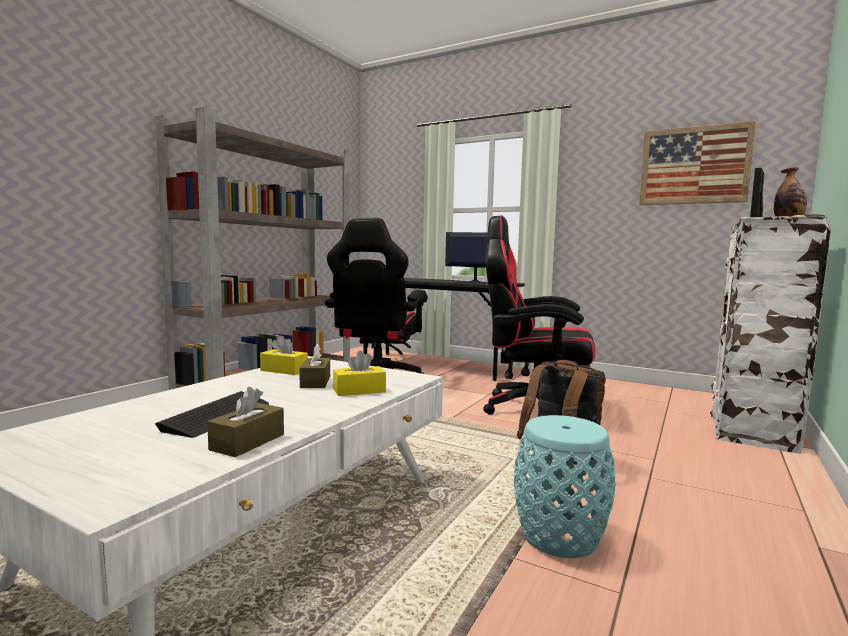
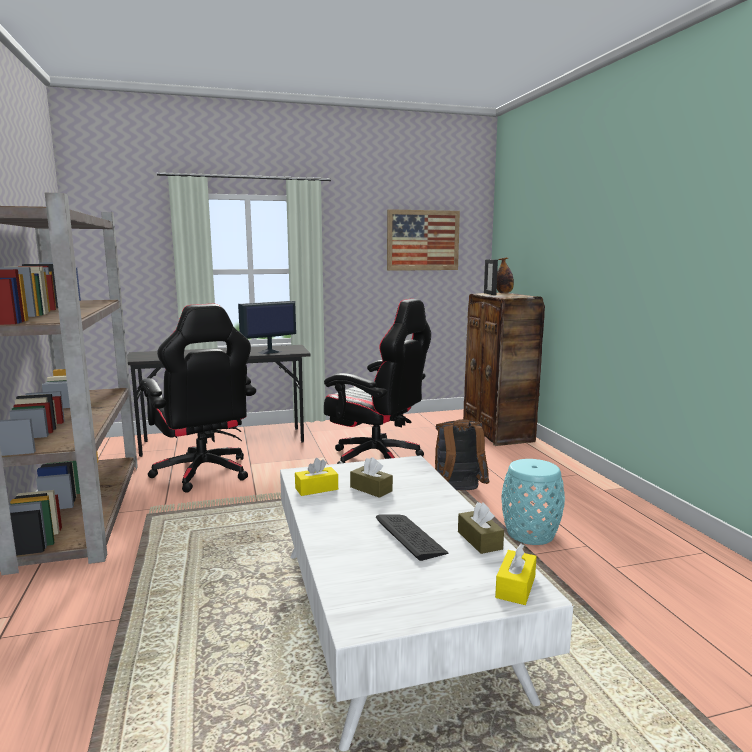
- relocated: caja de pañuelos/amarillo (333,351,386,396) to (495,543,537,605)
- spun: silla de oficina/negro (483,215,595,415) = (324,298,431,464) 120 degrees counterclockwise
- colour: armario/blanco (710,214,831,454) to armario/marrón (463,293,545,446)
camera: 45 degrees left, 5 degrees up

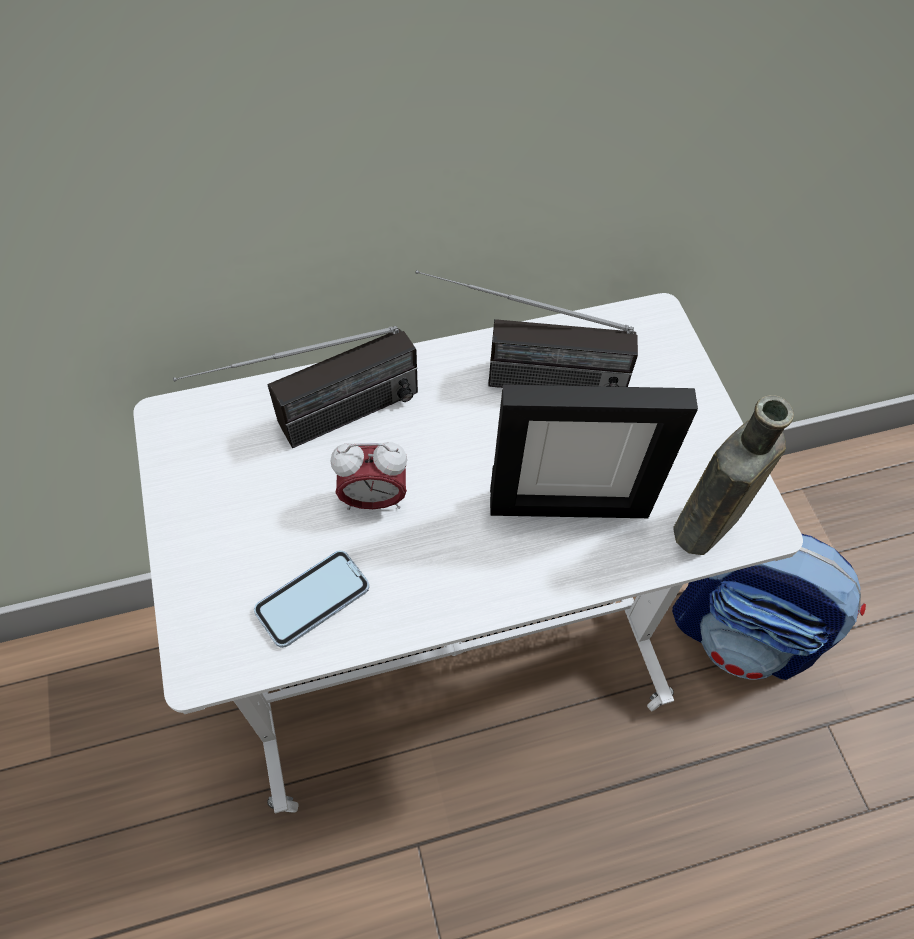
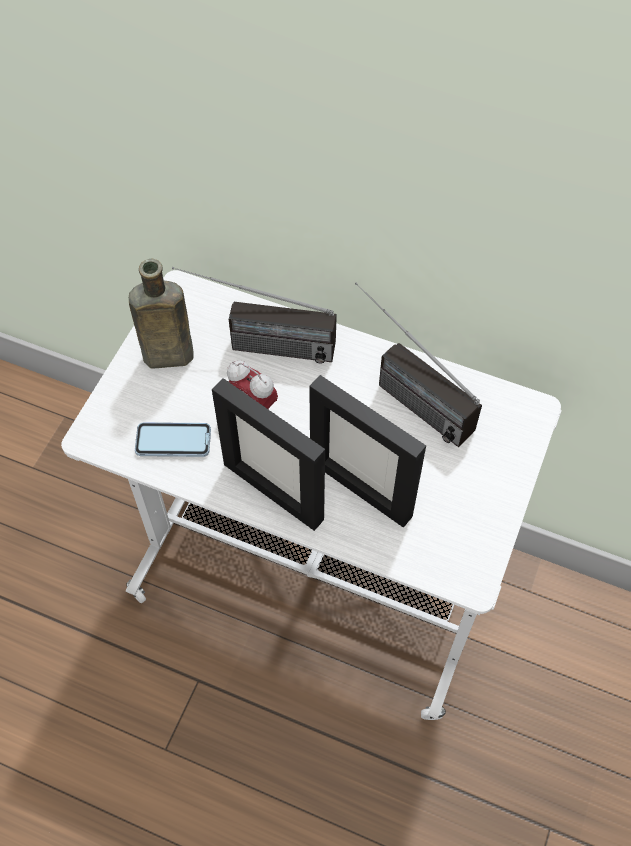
- missing: mochila (672,534,866,680)
- relocated: botella/marrón (673,395,794,555) to (129,259,194,369)
- appeared: portarretratos (212,378,325,531)
camera: 40 degrees right, 0 degrees up

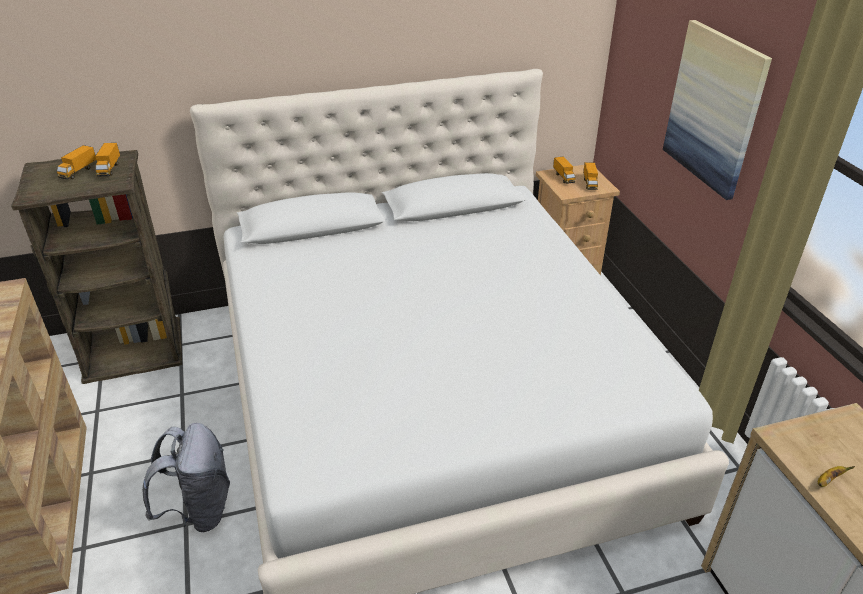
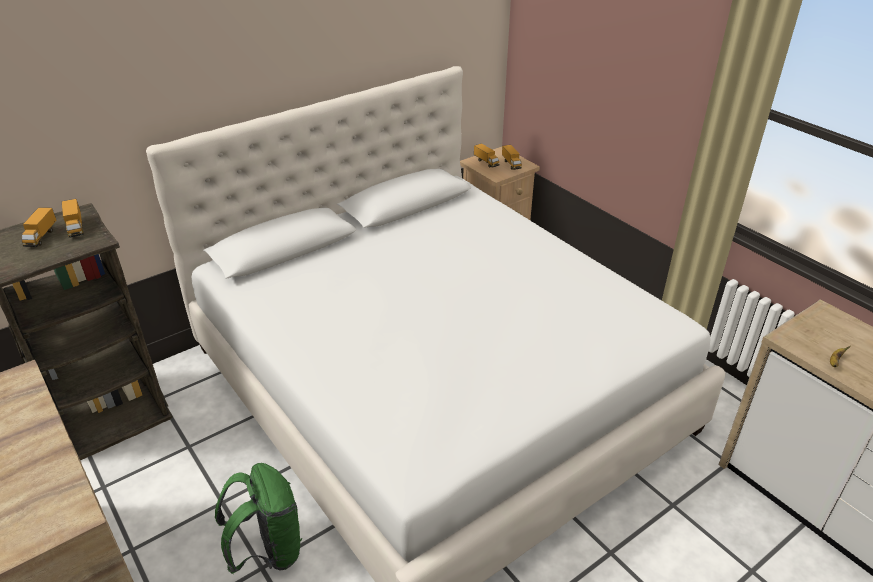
- colour: mochila/gris (142,423,230,532) to mochila/verde (215,463,302,574)
- missing: cuadro (663,20,772,200)
camera: 20 degrees left, 0 degrees up

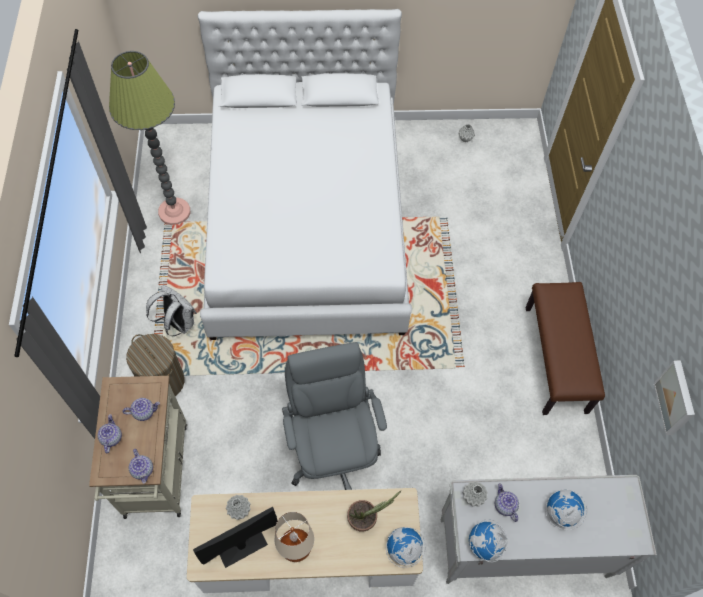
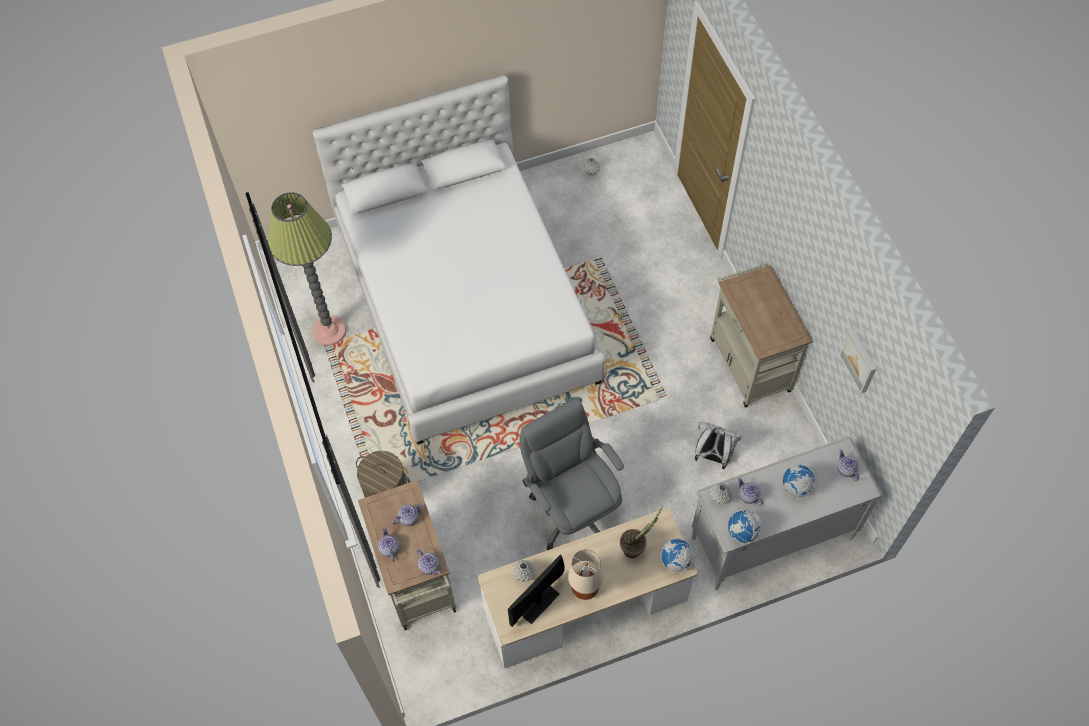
- relocated: mochila/blanco (146,285,197,336) to (695,422,741,469)
- exchanged: banco/marrón (525,282,605,415) to carrito/beis (710,263,813,407)
- appeared: tetera (837,449,859,481)
camera: 15 degrees left, 0 degrees up

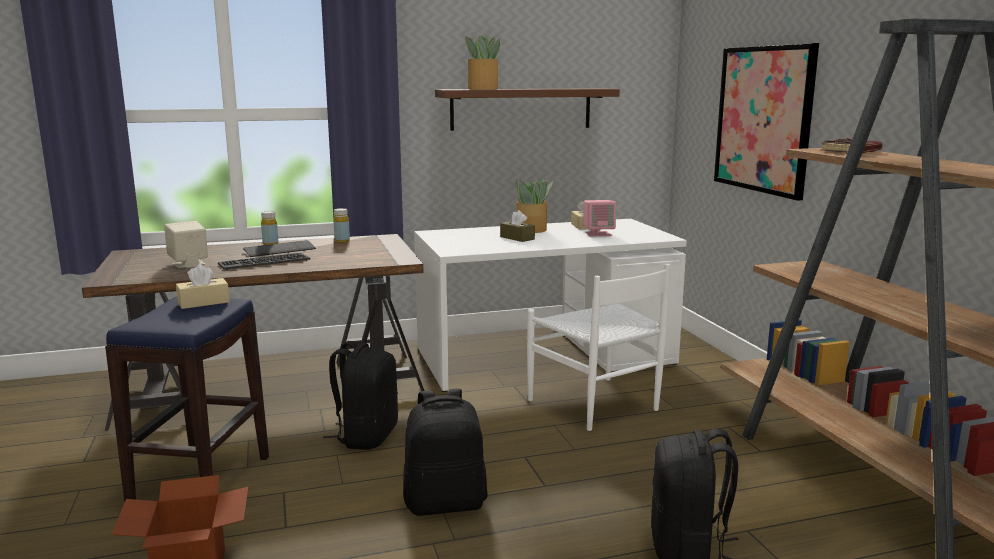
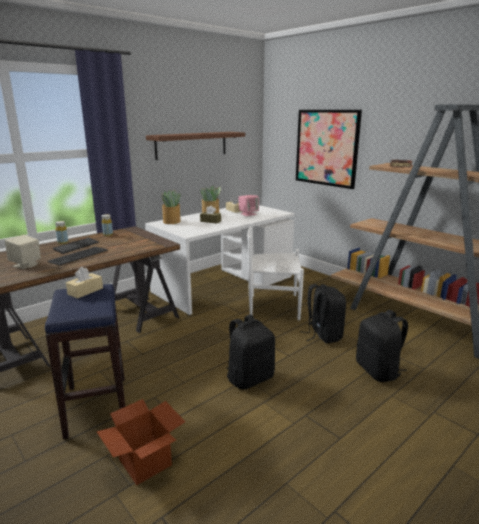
- relocated: mochila/negro (323,341,398,450) to (300,284,346,343)
- relocated: planta en maceta (465,36,500,90) to (162,190,181,224)
- spun: silla/blanco (527,264,670,431) = (247,223,304,320) 150 degrees clockwise
camera: 25 degrees left, 5 degrees up

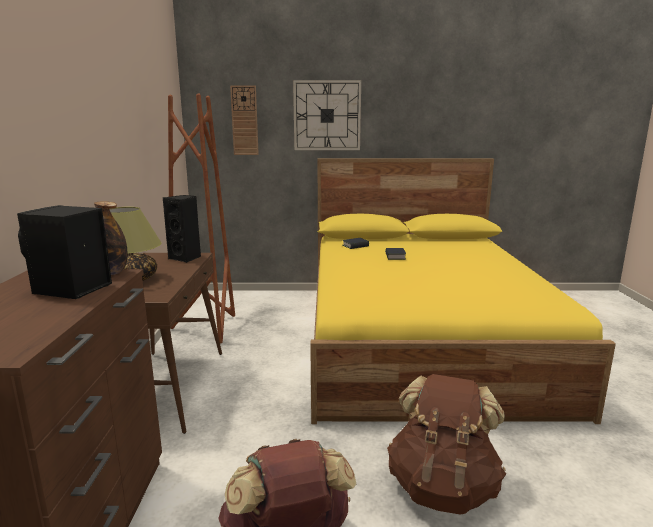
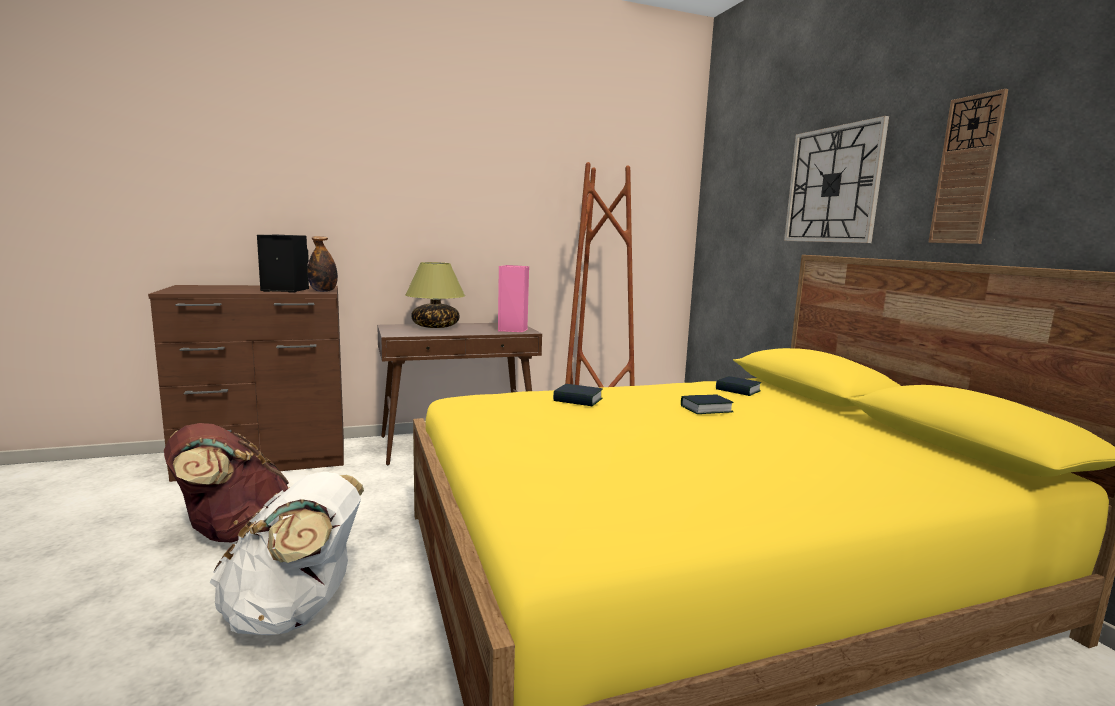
- colour: altavoz/negro (163,195,201,263) to altavoz/rosa (498,265,529,332)
- relocated: reloj de pared (230,85,259,155) to (928,89,1008,244)
- colour: mochila/marrón (387,374,506,515) to mochila/blanco (210,472,364,635)
- appeared: libro (553,384,603,406)
camera: 70 degrees right, 5 degrees down

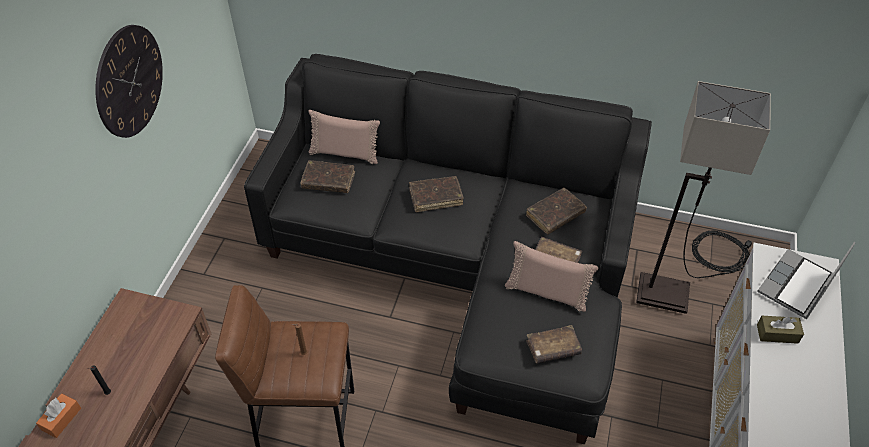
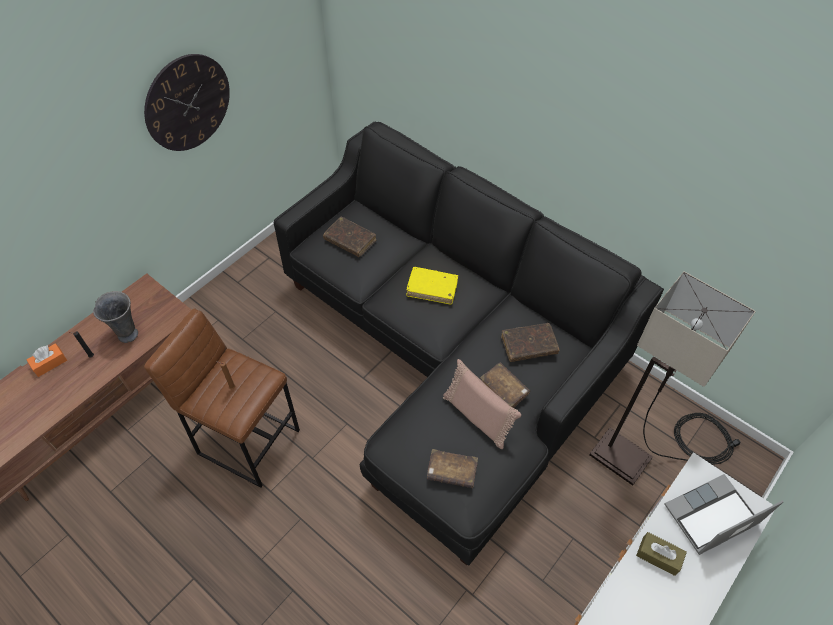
- missing: cojín/beis (308,110,380,164)
- colour: libro/marrón (409,176,464,212) to libro/amarillo (406,267,458,304)
- appeared: florero/gris (93,291,138,343)
camera: 25 degrees right, 5 degrees up

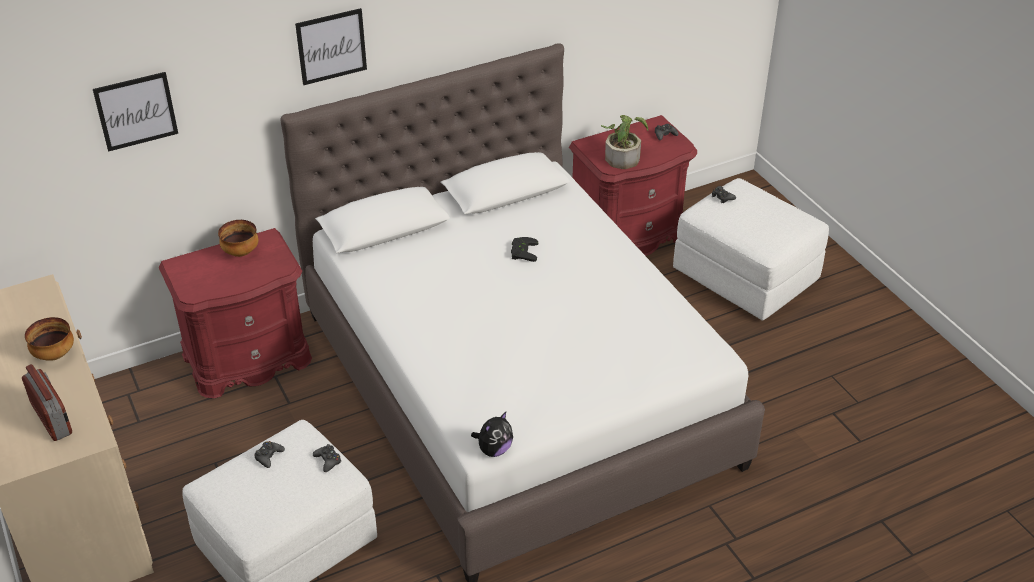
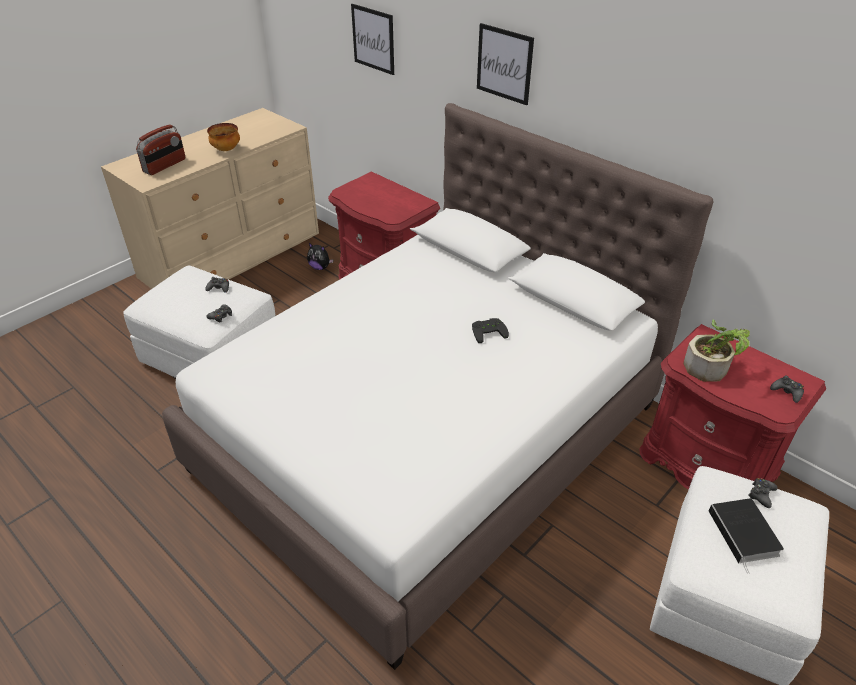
- missing: cuenco (218,220,258,257)
- relocated: peluche (471,412,513,457) to (307,243,334,270)
- appeared: libro (709,498,784,574)
camera: 70 degrees right, 0 degrees up

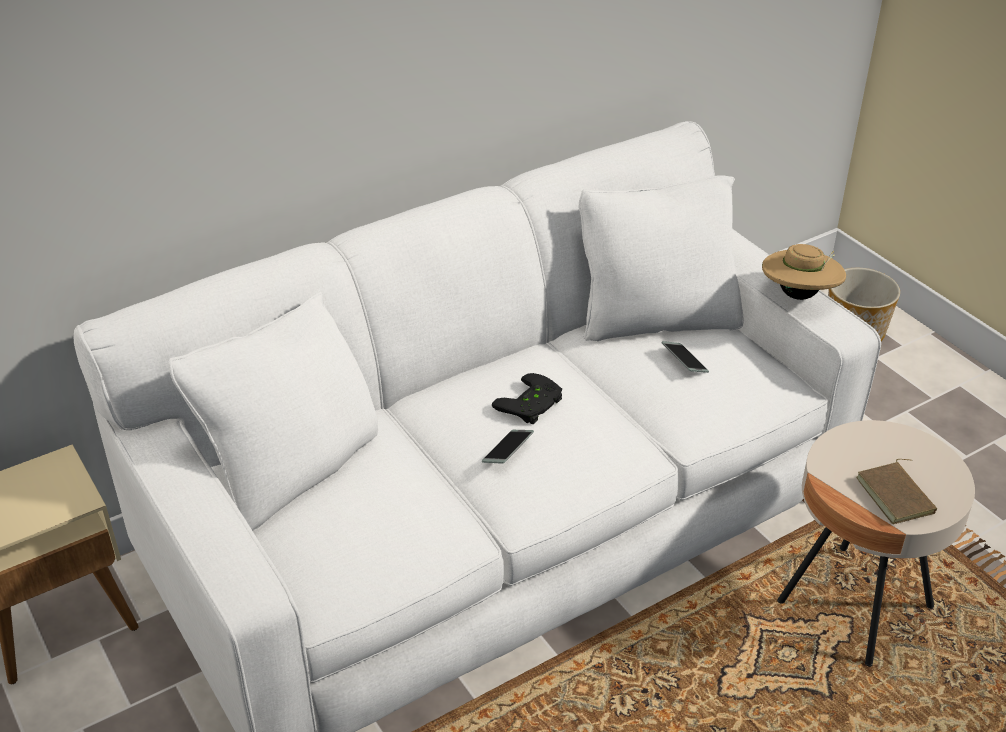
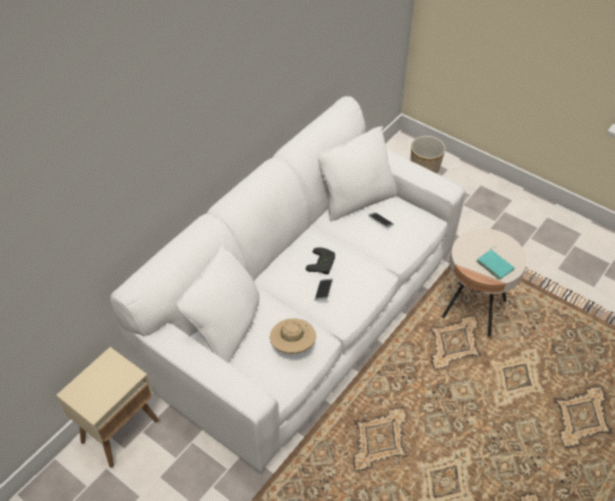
- relocated: sombrero/beis (762,244,846,300) to (270,318,316,354)
- colour: libro/marrón (856,459,937,524) to libro/turquesa (476,247,515,280)
camera: 20 degrees left, 10 degrees up

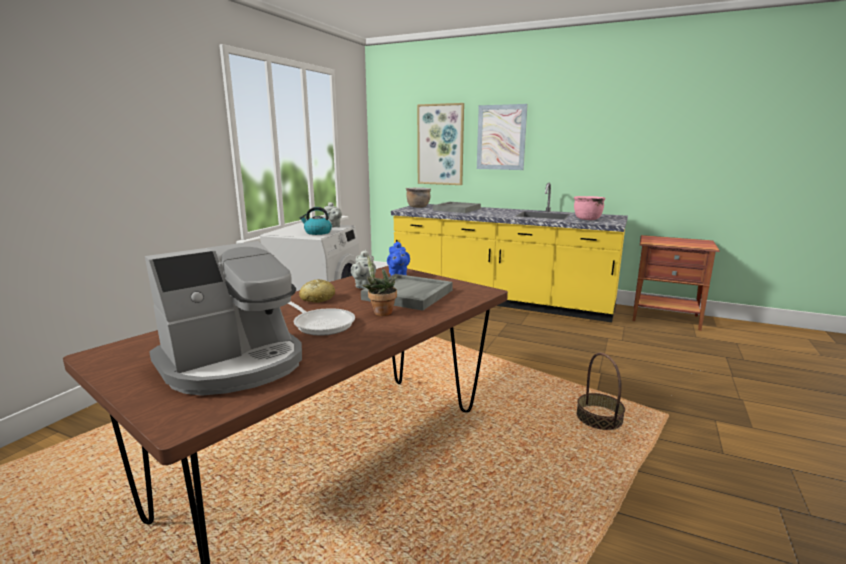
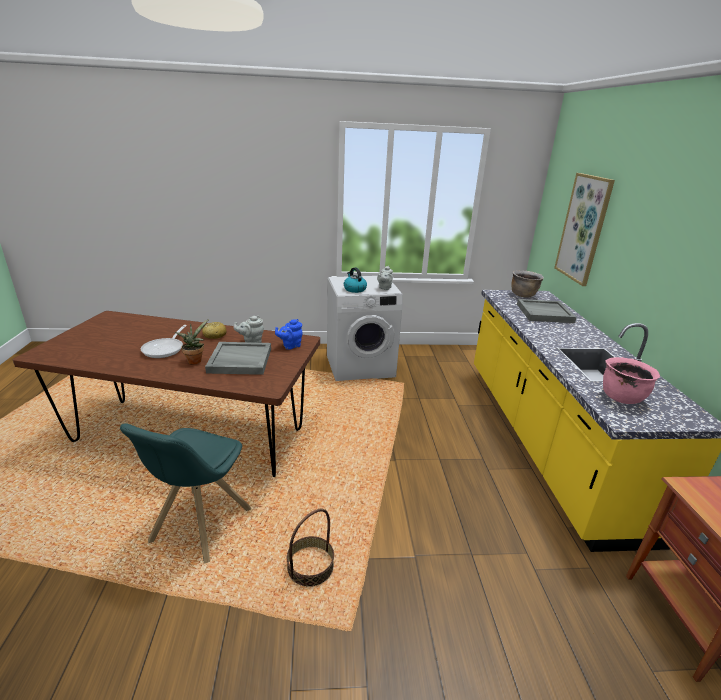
- missing: cafetera (145,241,302,396)
- missing: cuadro (477,104,528,170)
- appeared: silla/turquesa (120,423,251,564)
camera: 60 degrees right, 10 degrees up

